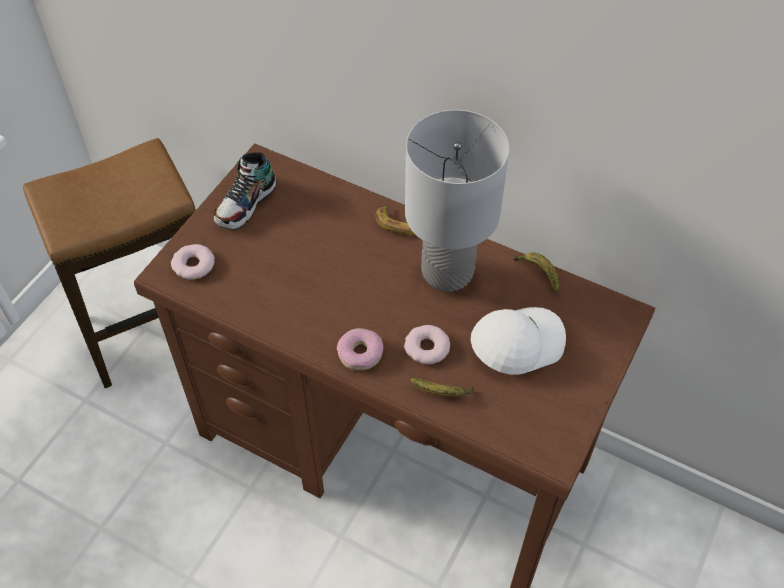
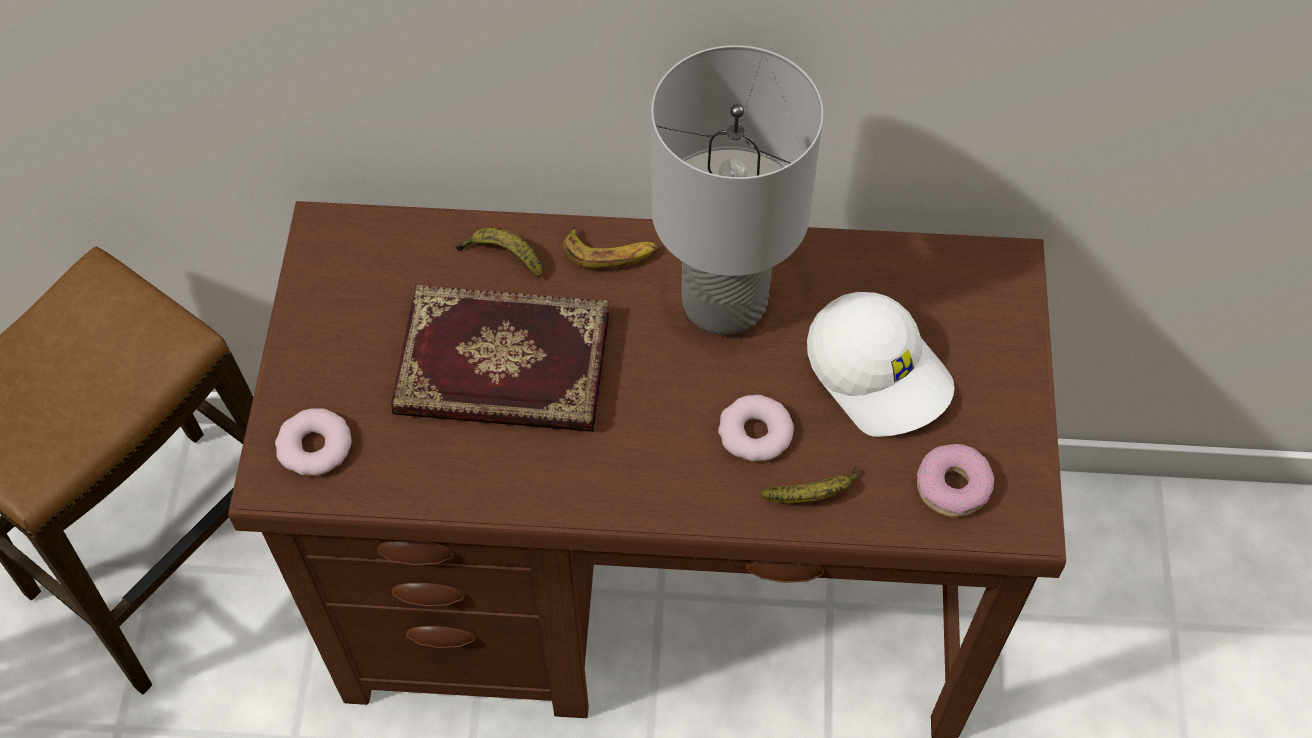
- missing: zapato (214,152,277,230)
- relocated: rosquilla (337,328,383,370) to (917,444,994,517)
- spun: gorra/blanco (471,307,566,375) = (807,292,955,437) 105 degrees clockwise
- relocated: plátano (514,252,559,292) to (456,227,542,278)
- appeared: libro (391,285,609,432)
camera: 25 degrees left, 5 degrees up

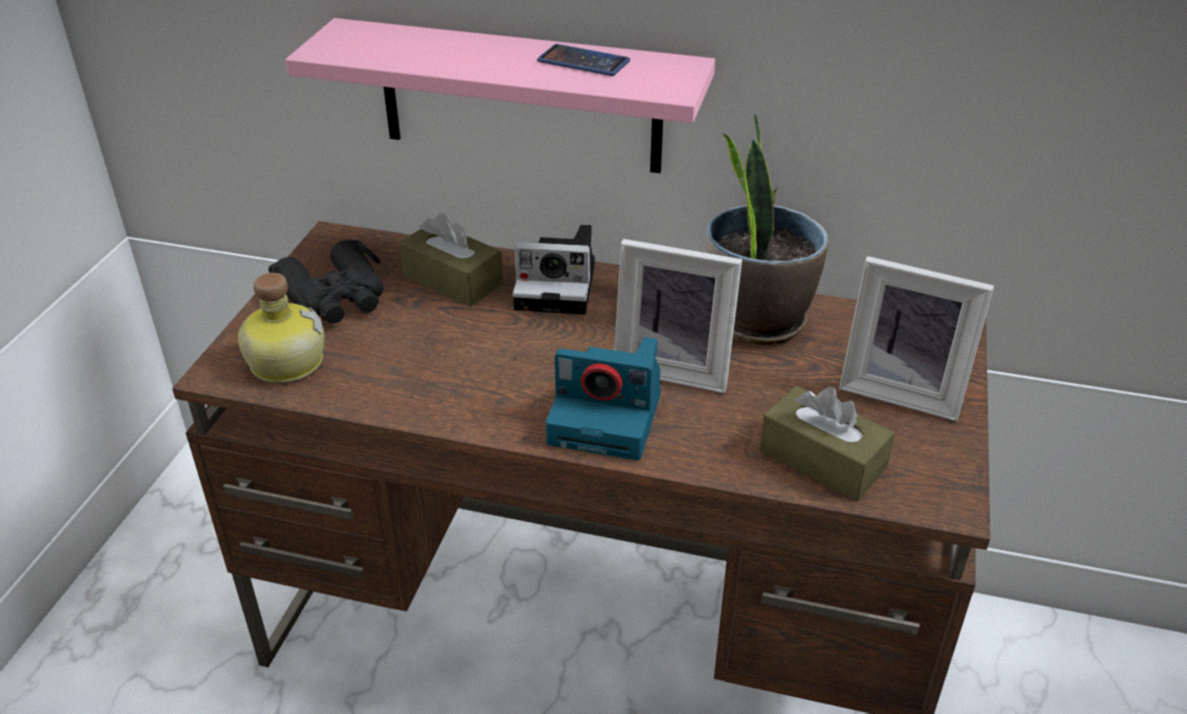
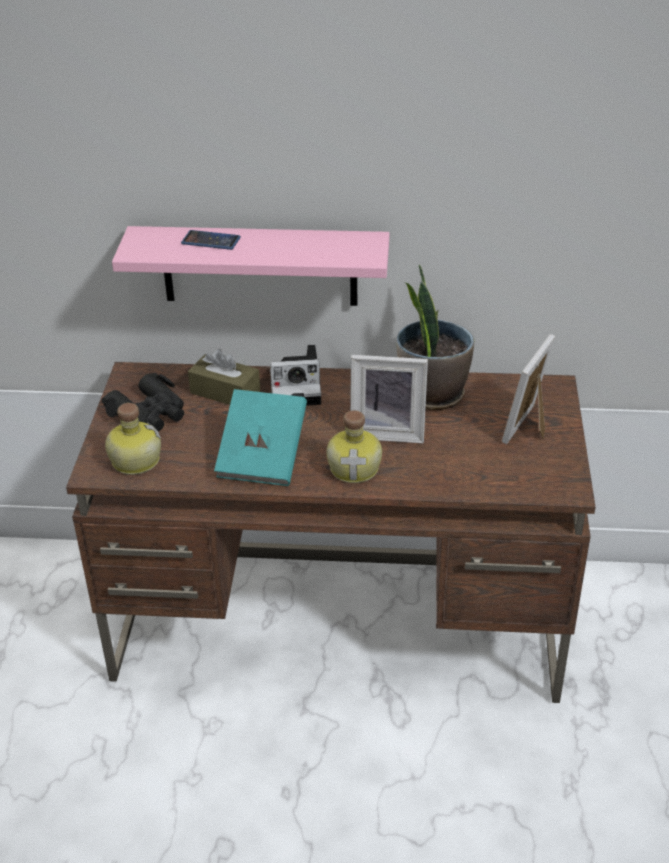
- relocated: móvil (537,44,630,76) to (181,230,241,250)
- exchanged: cámara (546,337,661,460) to botella (326,410,382,483)
- missing: caja de pañuelos/marrón (759,385,895,501)
- spun: portarretratos (839,256,994,421) = (502,334,555,444) 105 degrees clockwise
- appeared: libro/turquesa (214,389,307,486)
camera: 10 degrees left, 0 degrees up

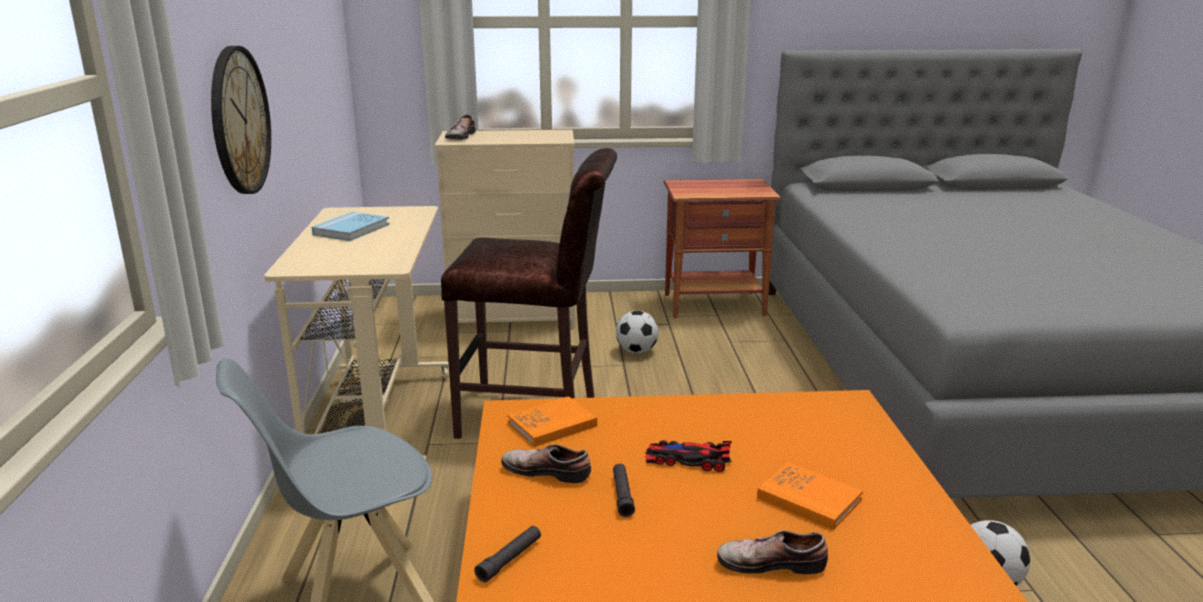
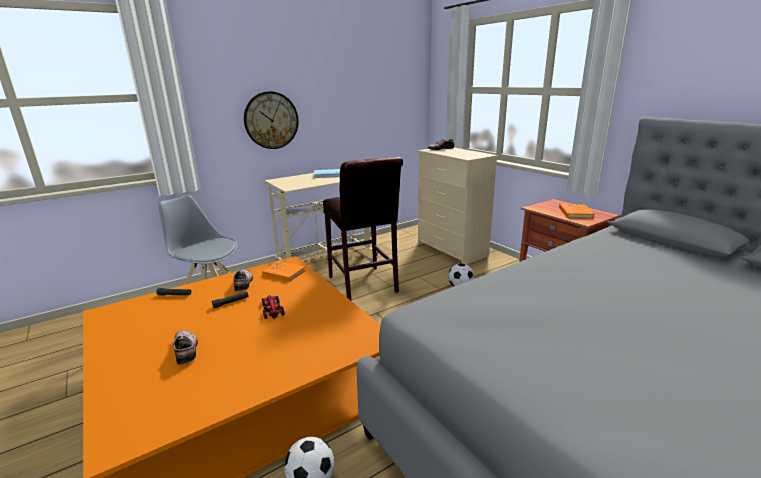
- relocated: libro/naranja (757,462,863,530) to (559,204,595,218)
camera: 60 degrees right, 0 degrees up

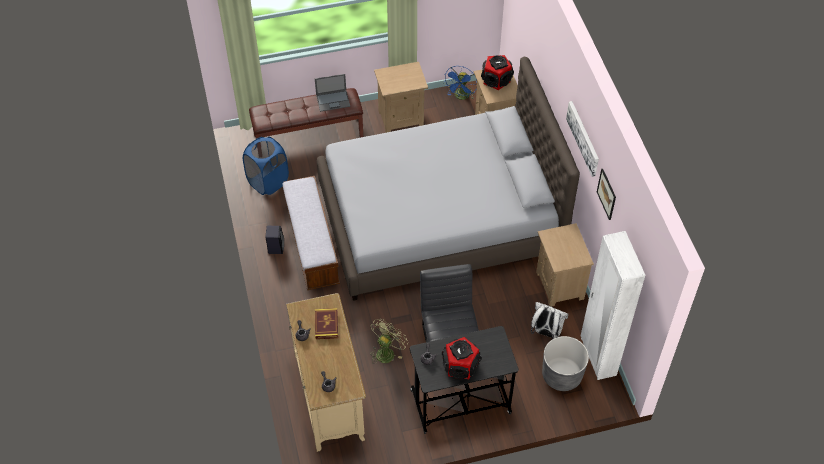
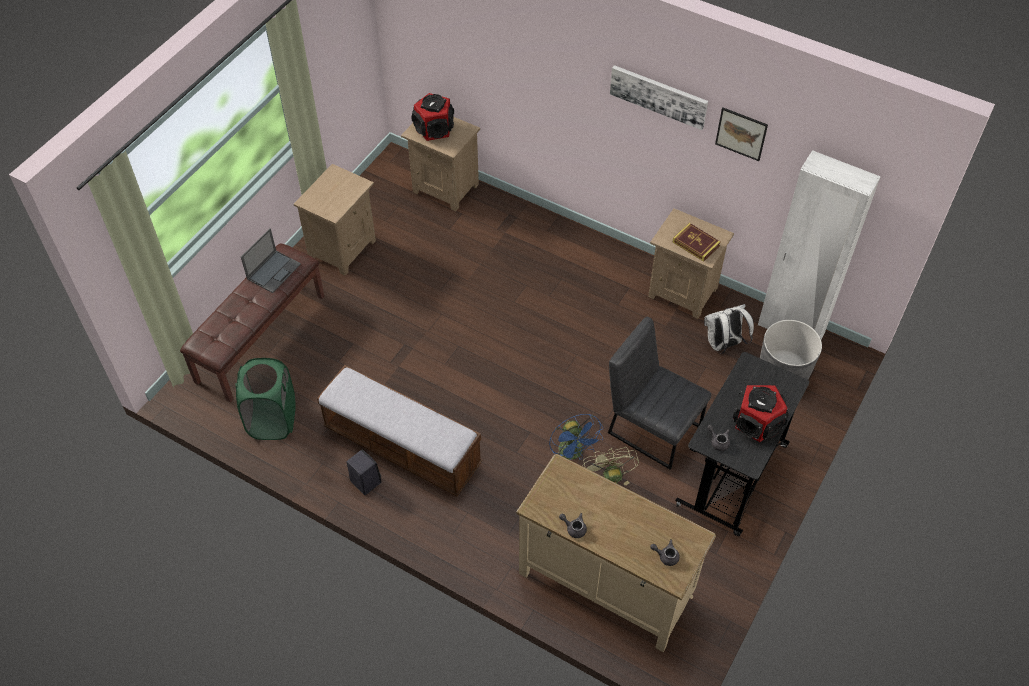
- colour: cesto de la ropa/azul (243,137,289,195) to cesto de la ropa/verde (235,358,296,440)
- relocated: libro (315,308,338,339) to (673,223,721,262)
- missing: cama/gris (317,57,580,301)
- relocated: ventilador/azul (443,66,477,100) to (549,414,603,460)
camera: 45 degrees left, 0 degrees up

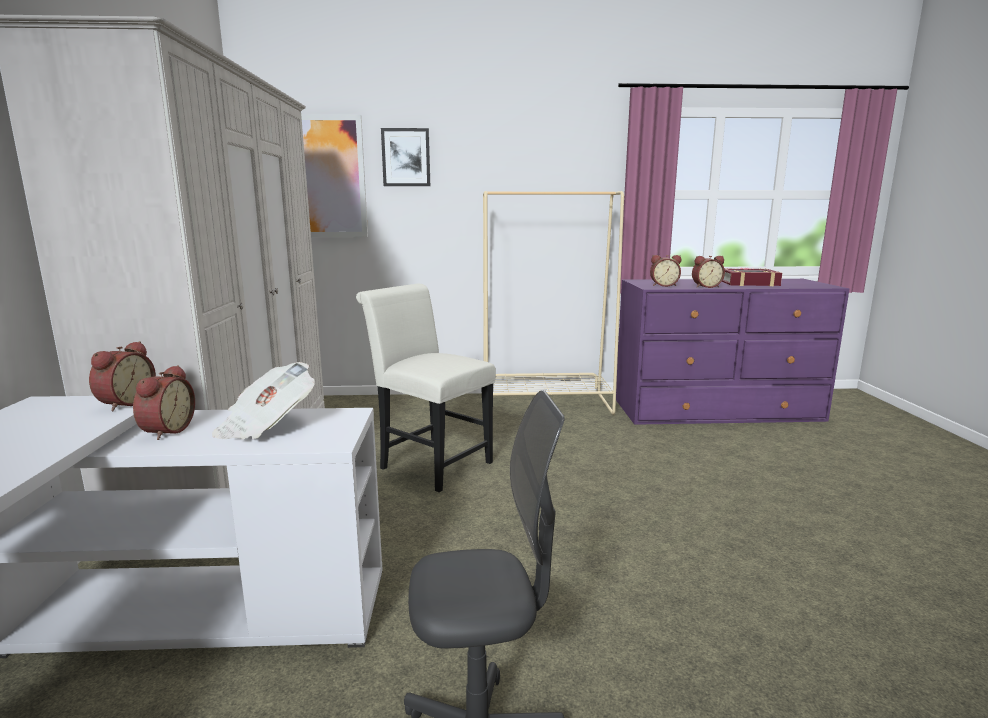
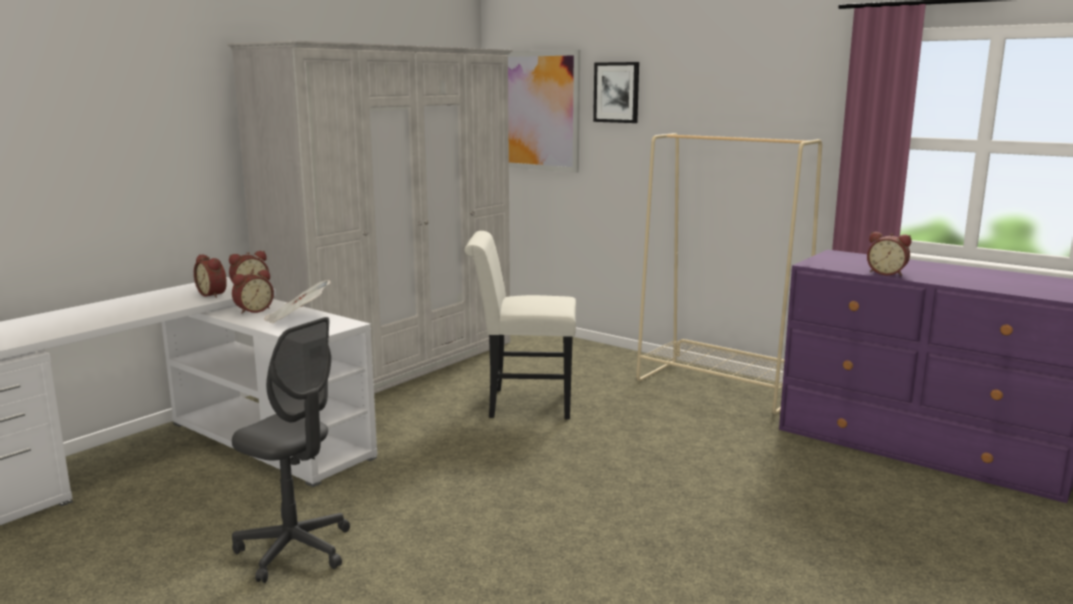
- spun: silla/blanco (356,284,496,492) = (464,231,576,419) 75 degrees counterclockwise
- relocated: despertador (650,255,681,287) to (194,254,227,298)
- missing: libro (722,268,782,286)
camera: 40 degrees right, 0 degrees up

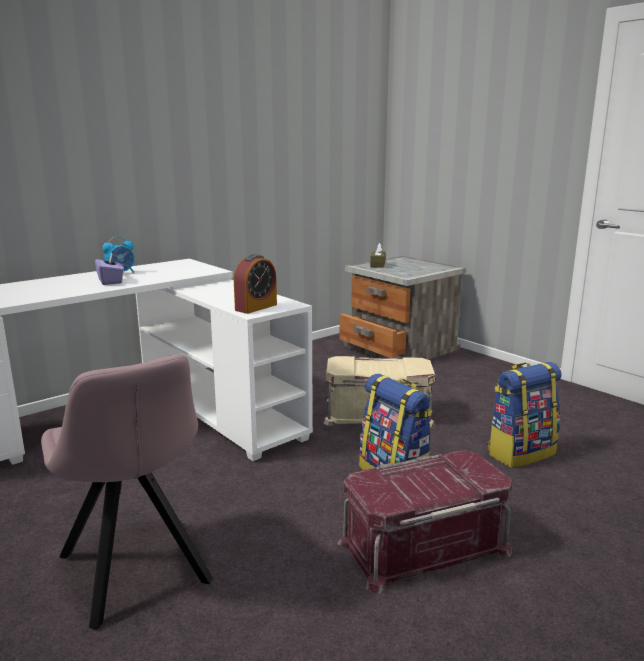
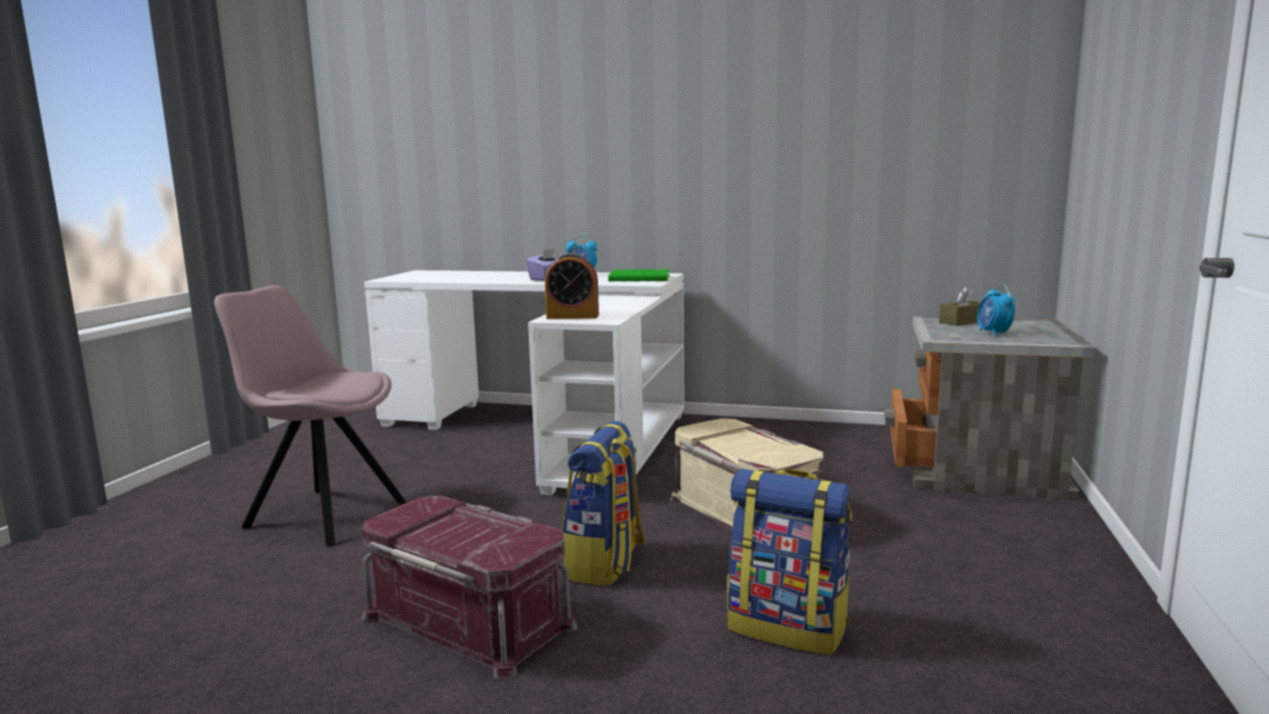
- spun: silla/rosa (41,354,213,630) = (214,285,406,546) 90 degrees clockwise
- appeared: libro/verde (608,269,670,281)
- appeared: despertador (977,284,1015,337)
camera: 55 degrees right, 5 degrees down

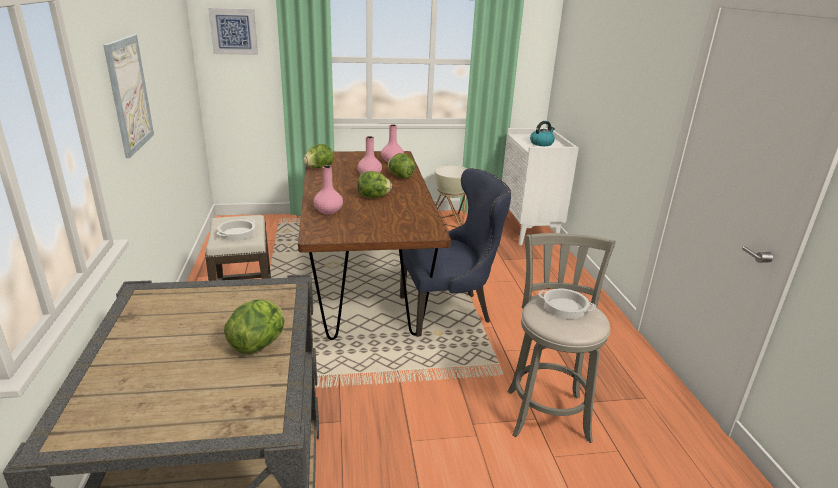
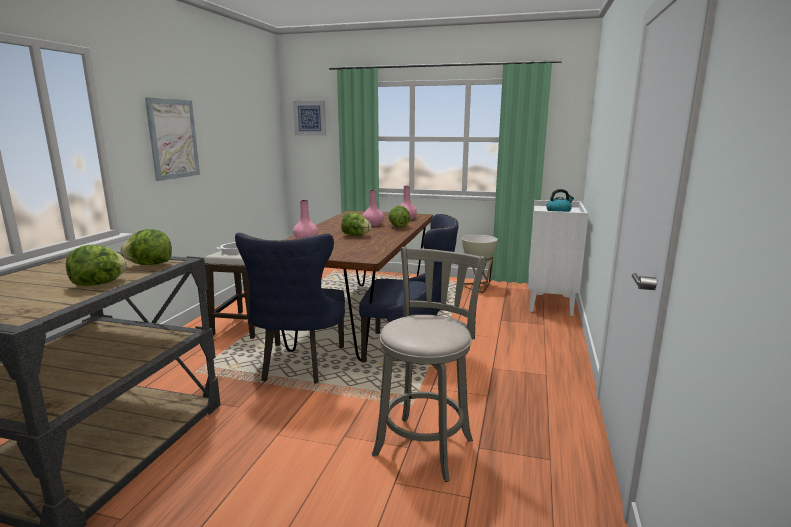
- relocated: lechuga (303,144,334,168) to (120,229,172,265)
- missing: olla (538,288,596,319)
- appeared: silla/azul (235,232,345,384)
camera: 25 degrees right, 10 degrees down

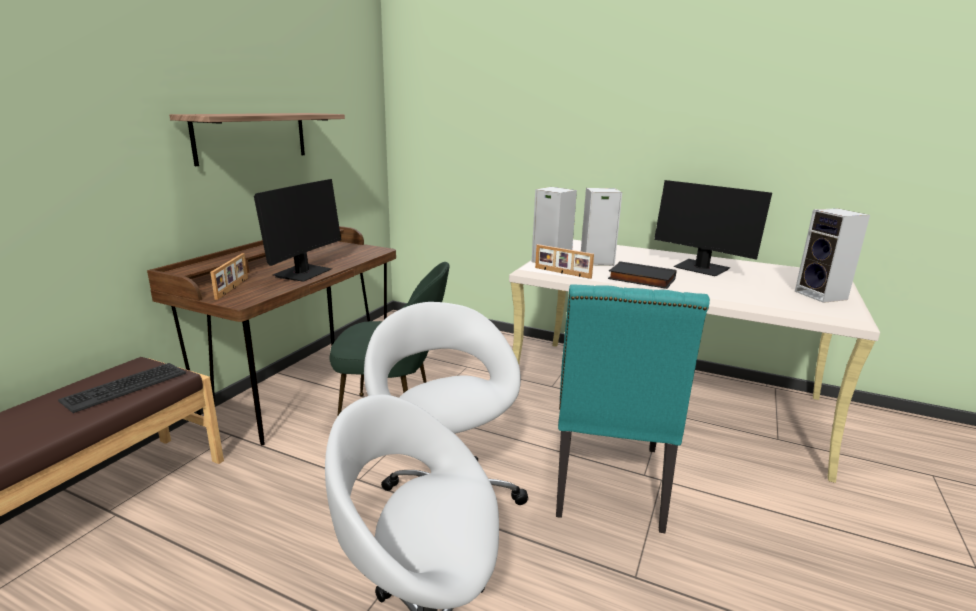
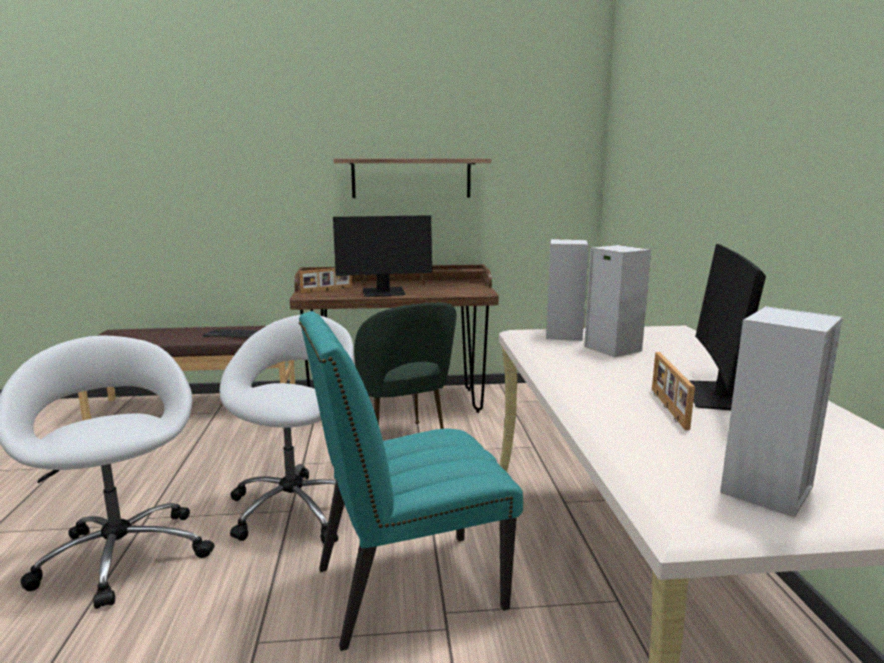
- relocated: portarretratos (535,244,594,279) to (652,352,695,430)
- missing: libro/negro (608,261,677,289)
camera: 60 degrees right, 5 degrees down

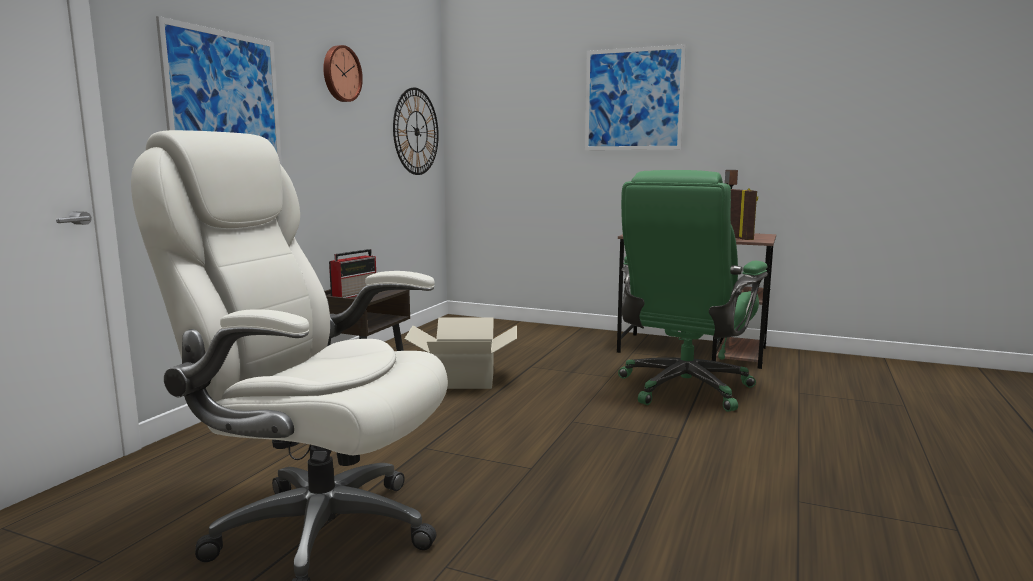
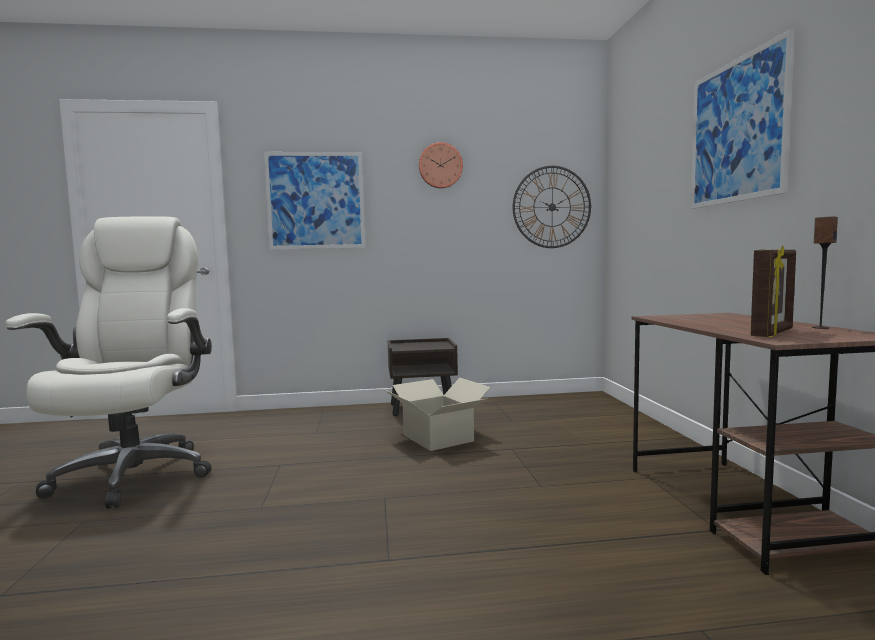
- missing: radio (329,249,376,298)
- missing: silla de oficina/verde (618,170,768,412)
camera: 60 degrees right, 5 degrees down

